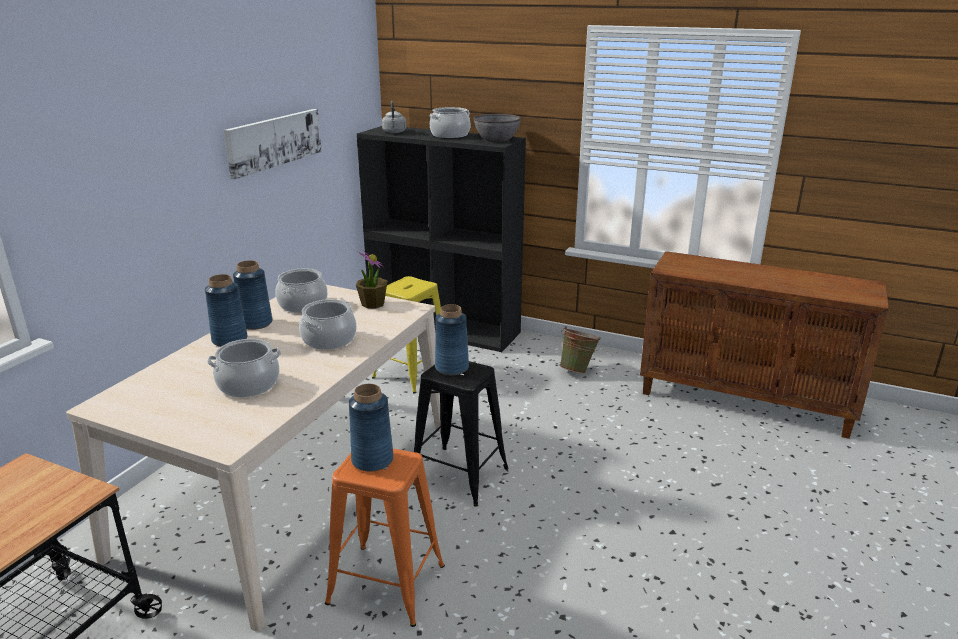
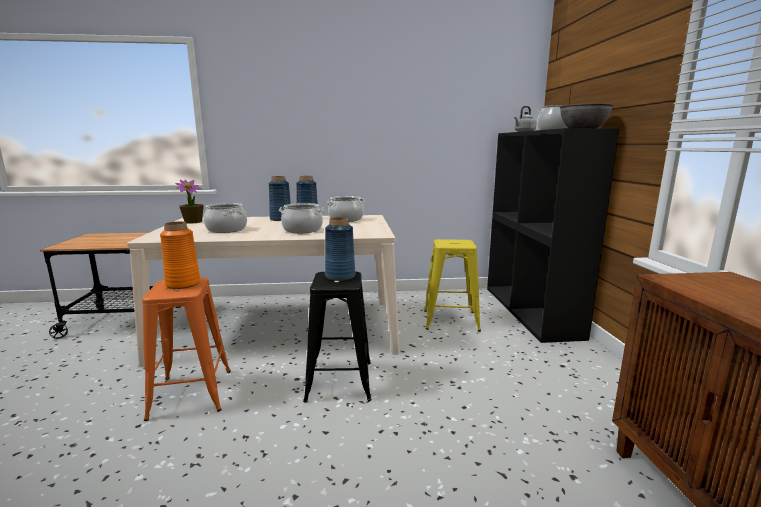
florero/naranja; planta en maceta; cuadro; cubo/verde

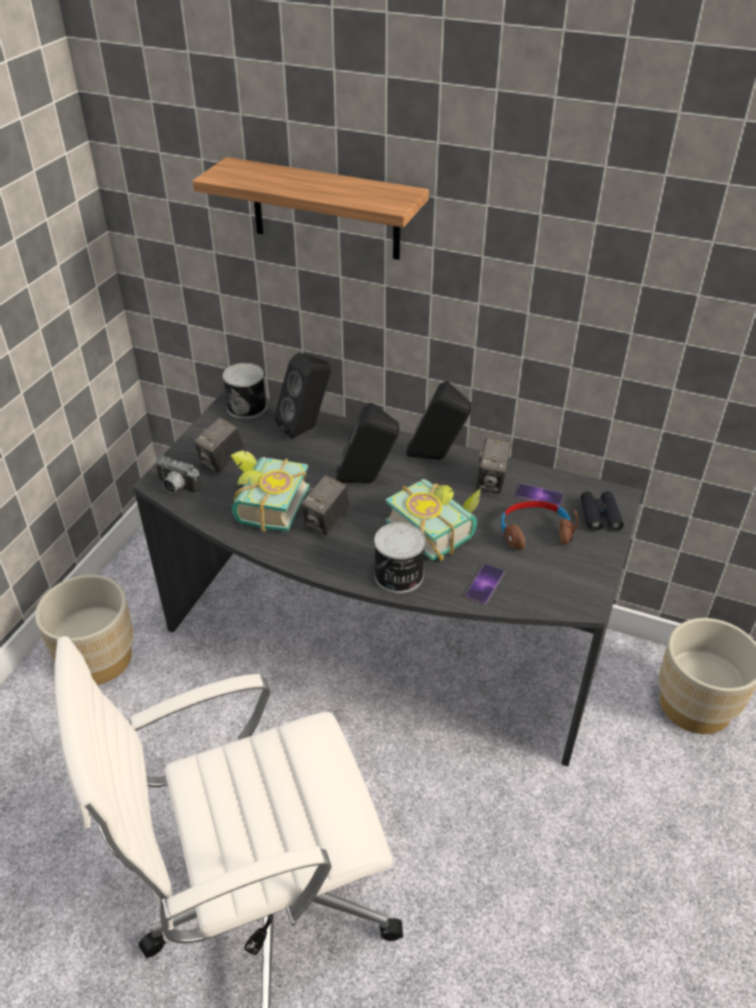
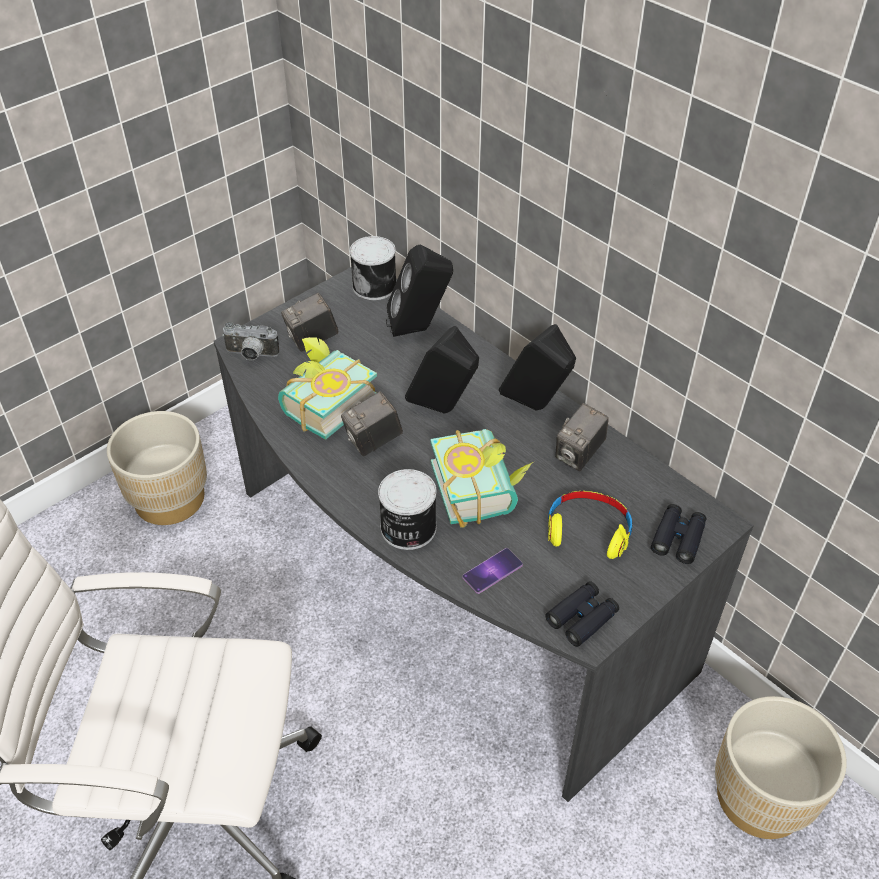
cámara (no. 1 from left); prismáticos/negro (no. 1 from left); auriculares/amarillo; estante; móvil (no. 2 from left in the first image)

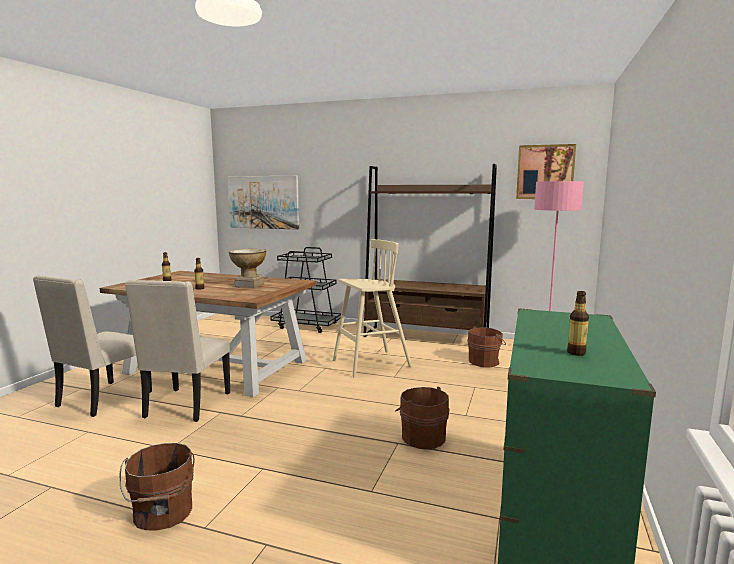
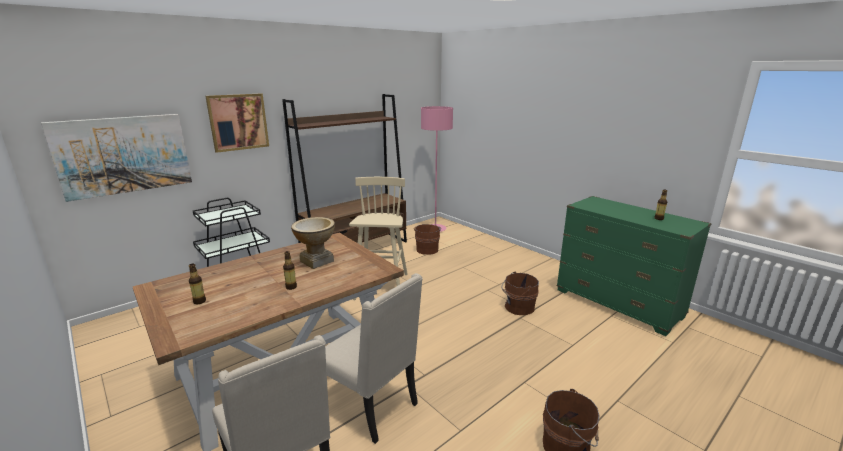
cuadro (no. 2 from left)

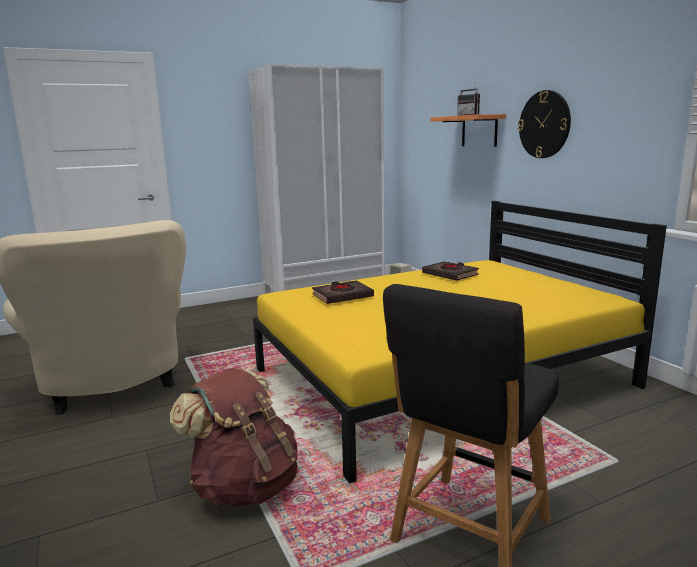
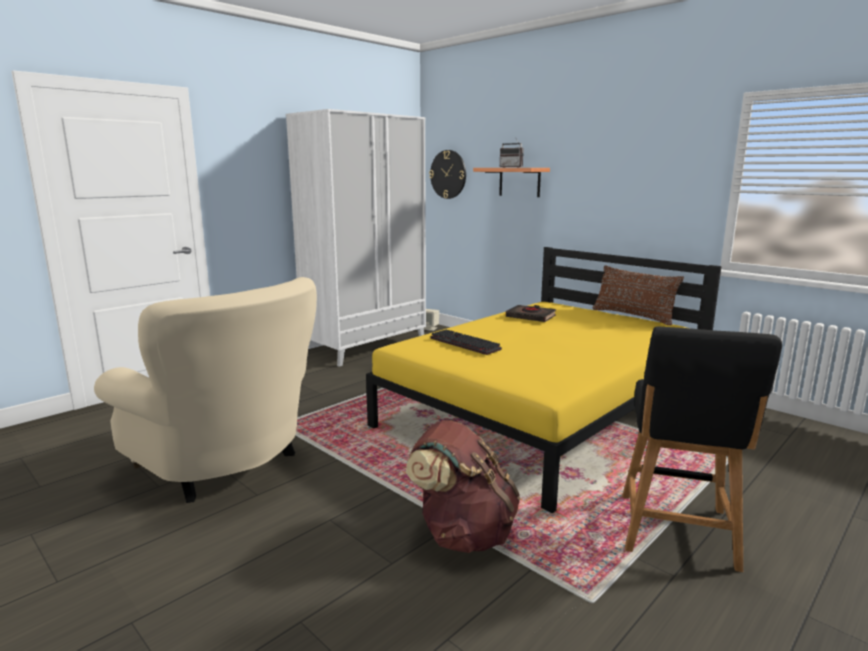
reloj de pared; teclado; cojín/marrón

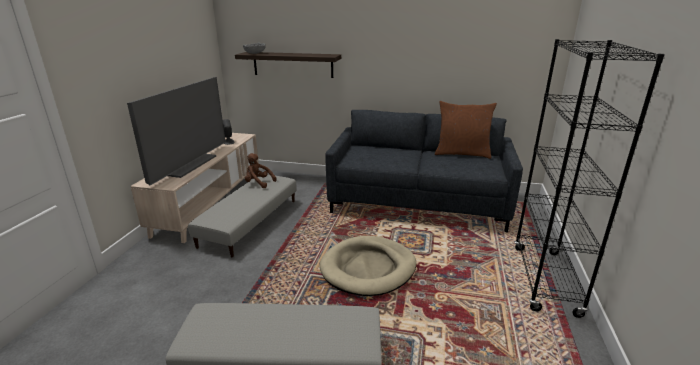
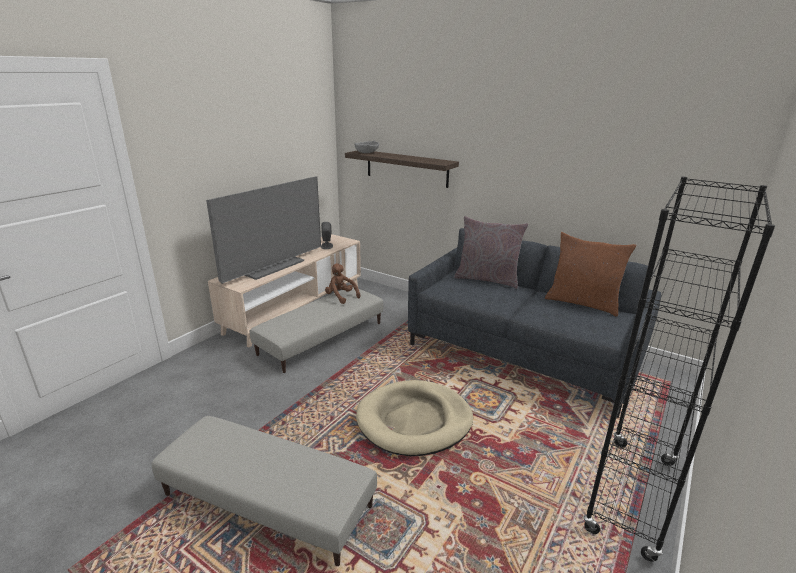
cojín/gris

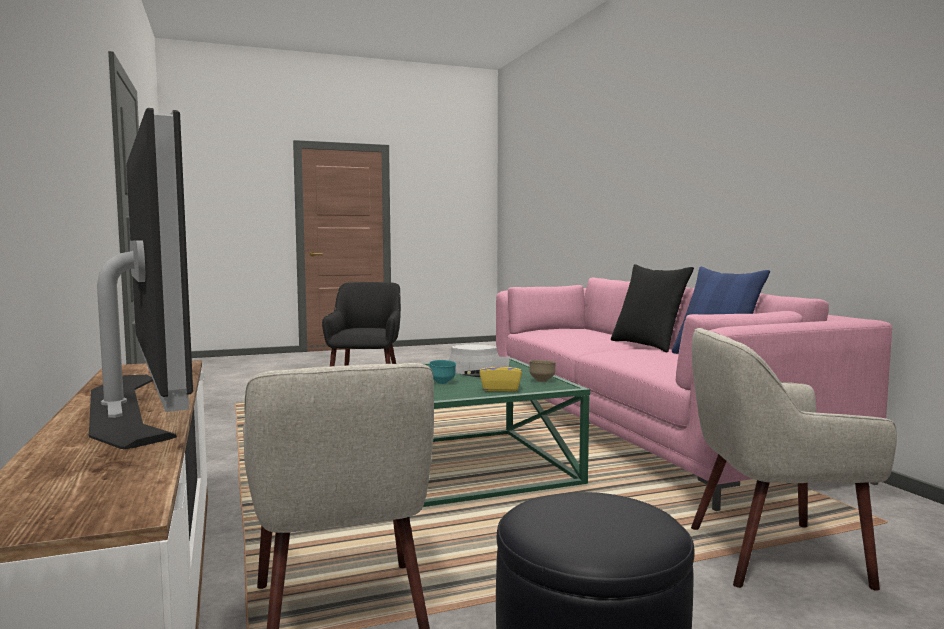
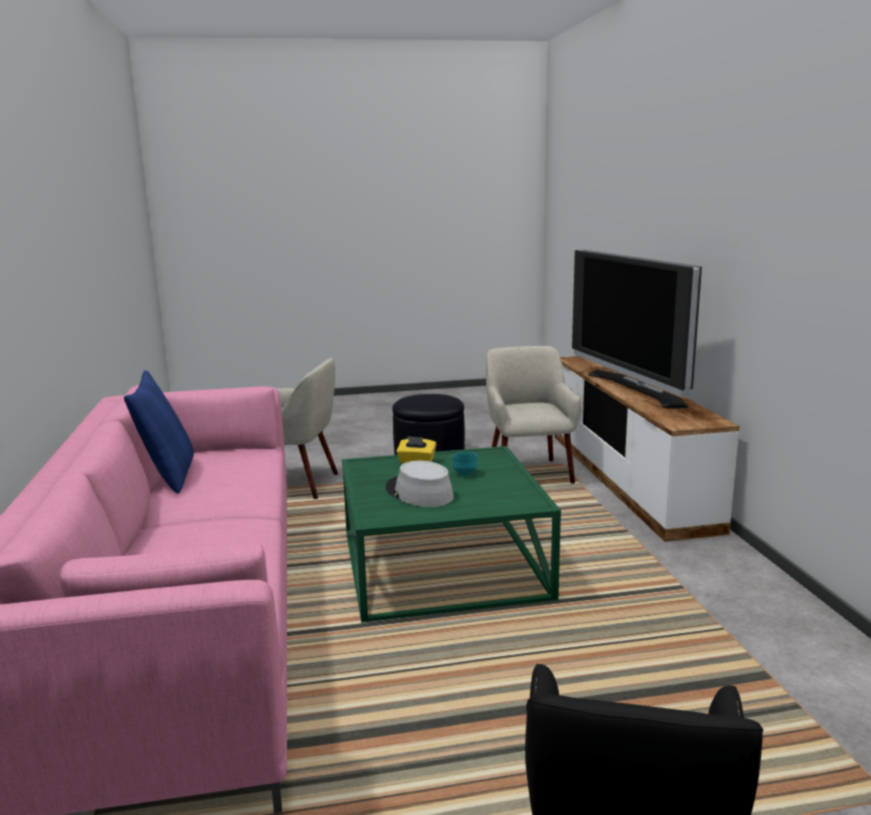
cuenco/marrón; cojín/negro

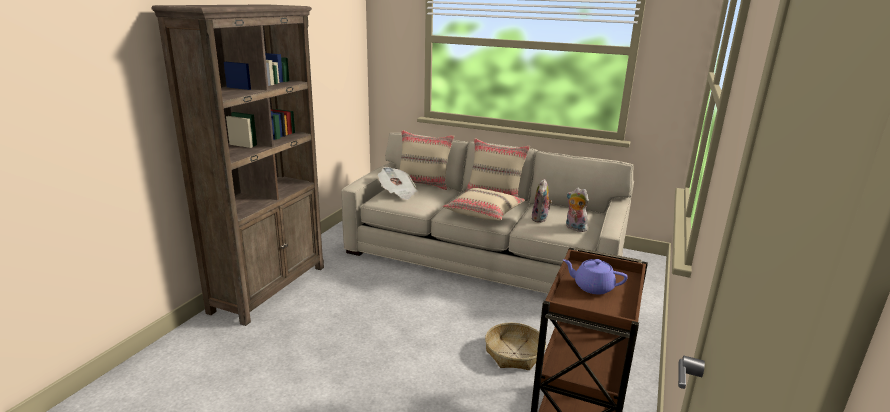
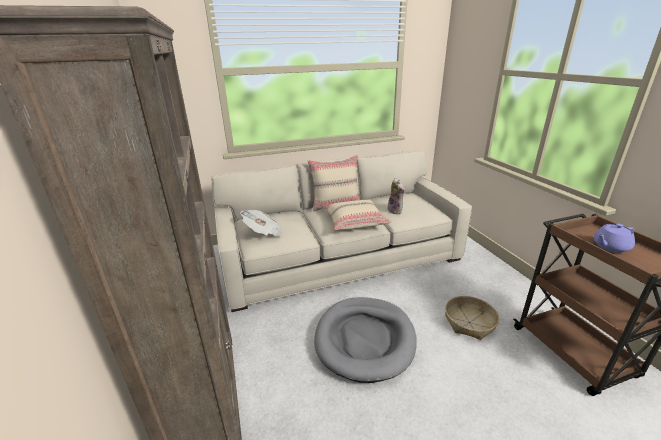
cama para perro/gris; cojín/beis (no. 1 from left in the first image); peluche (no. 2 from left in the first image)

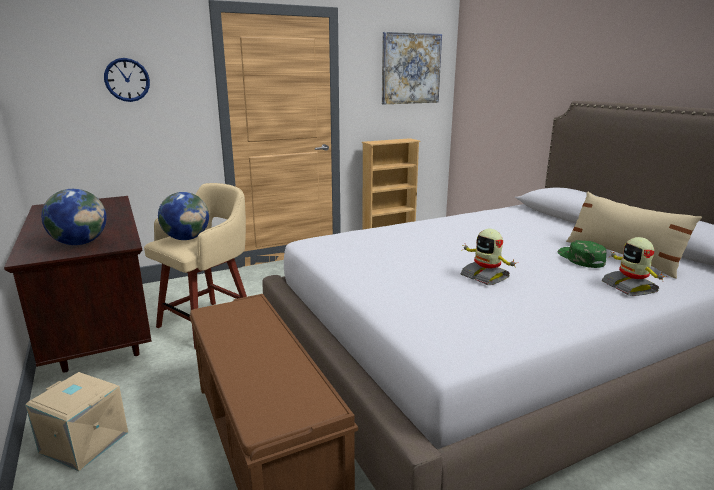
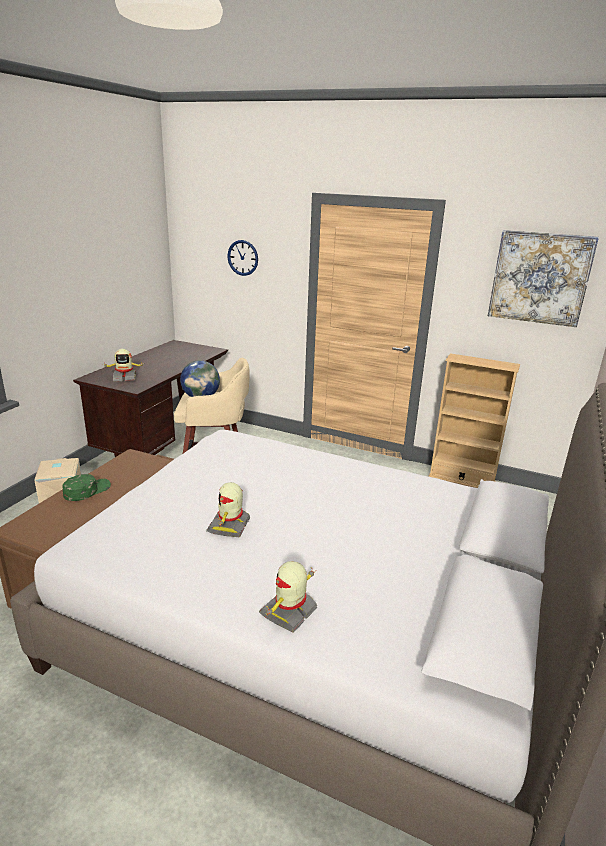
gorra/verde; robot de juguete (no. 1 from left); cojín/beis

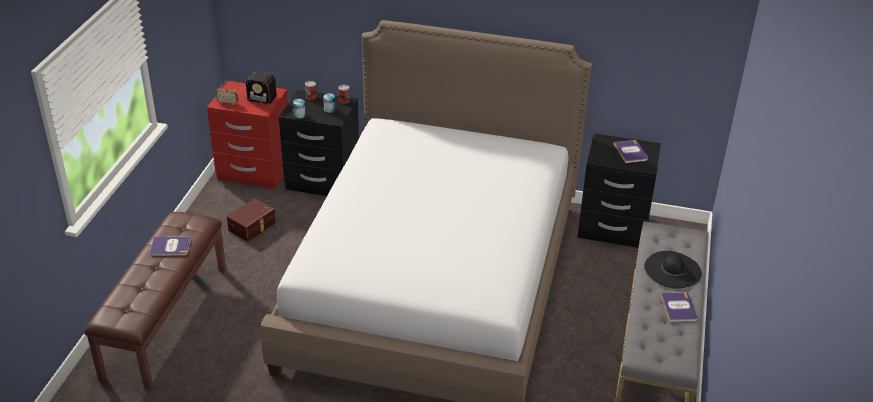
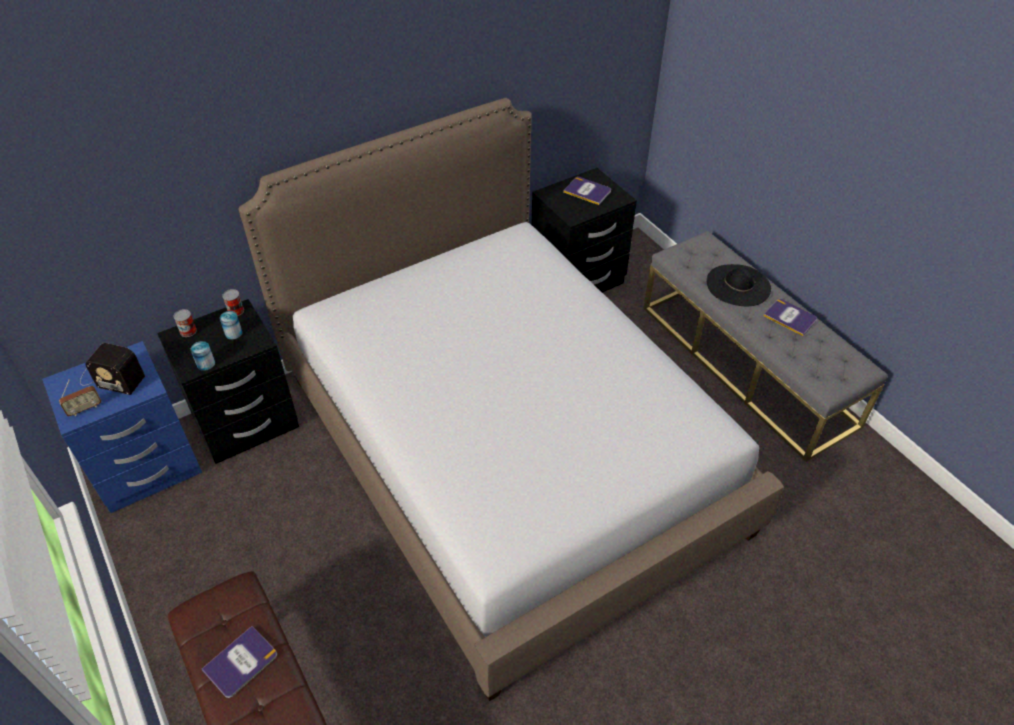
mesita de noche/azul; radio (no. 2 from left); caja de almacenaje/marrón

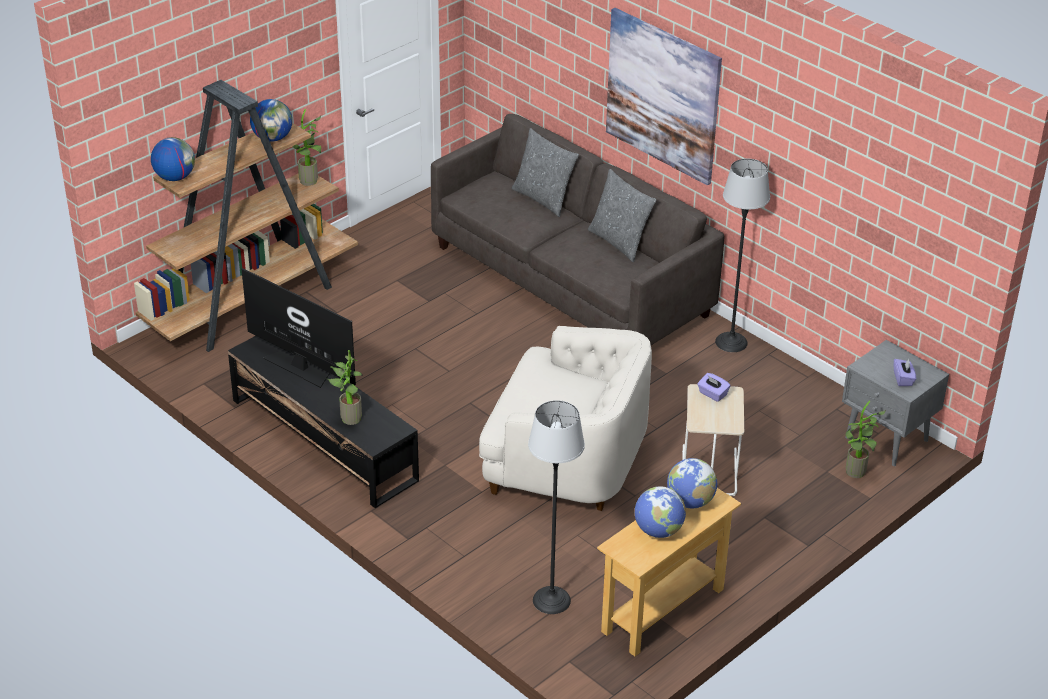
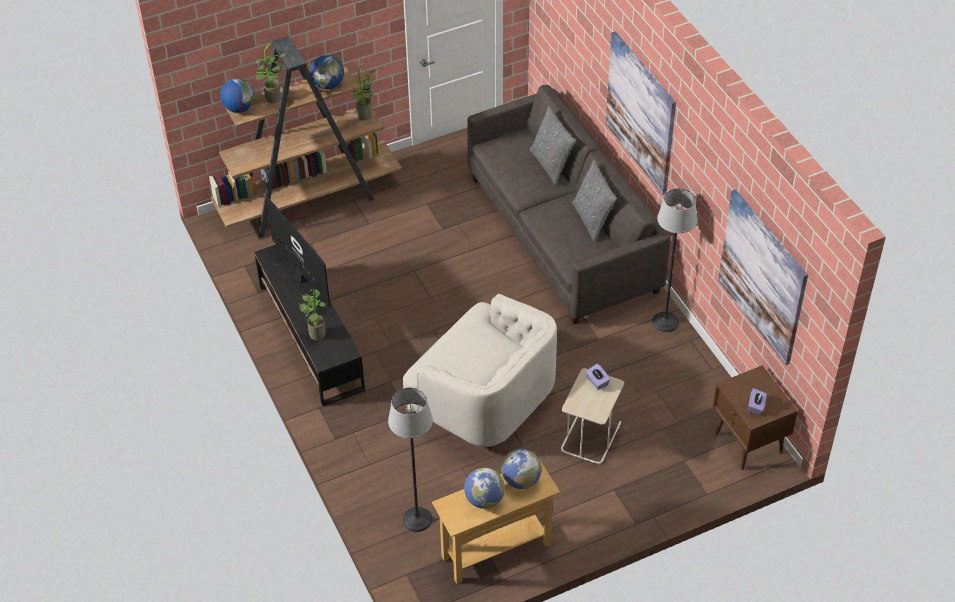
planta en maceta (no. 1 from left); mesita de noche/marrón; cuadro (no. 2 from left)

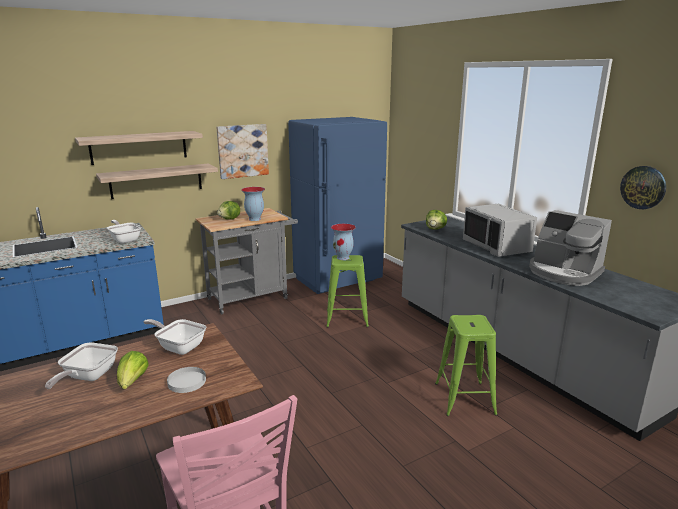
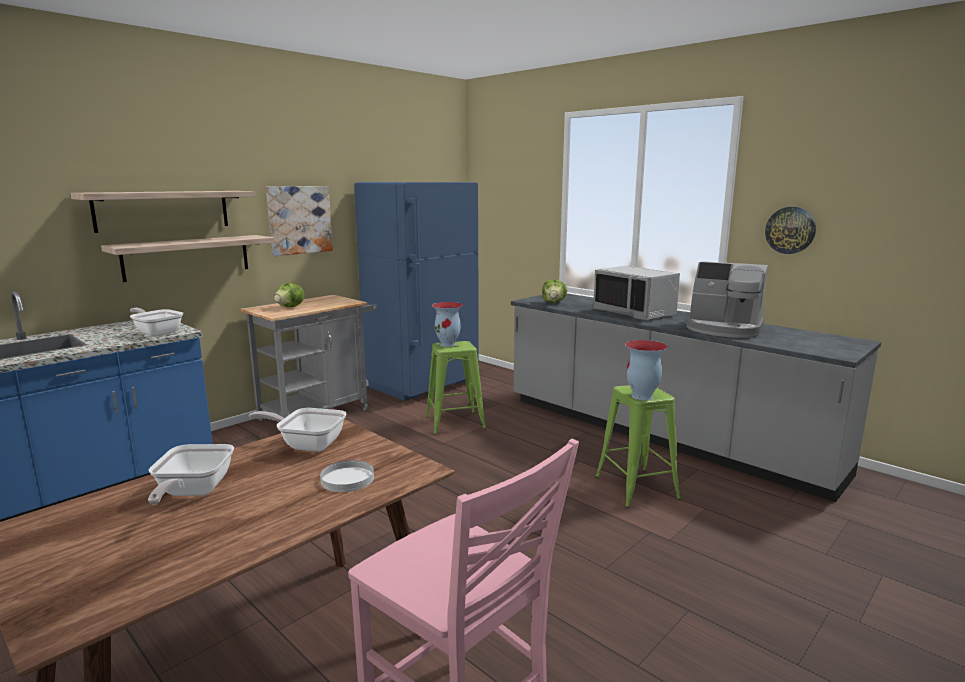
florero (no. 2 from left); lechuga (no. 1 from left in the first image)

